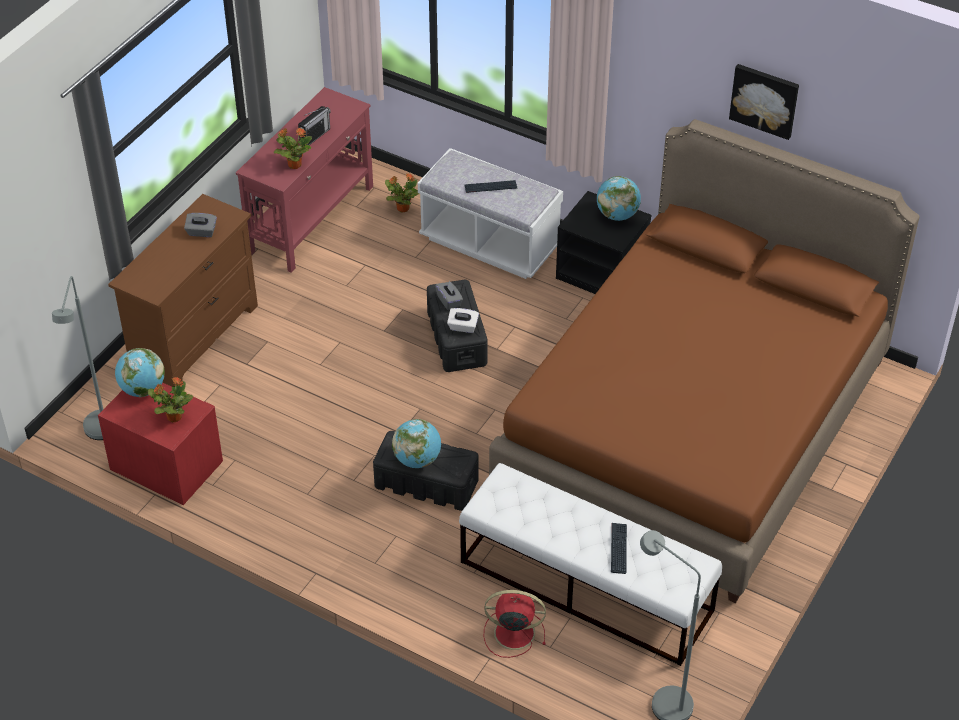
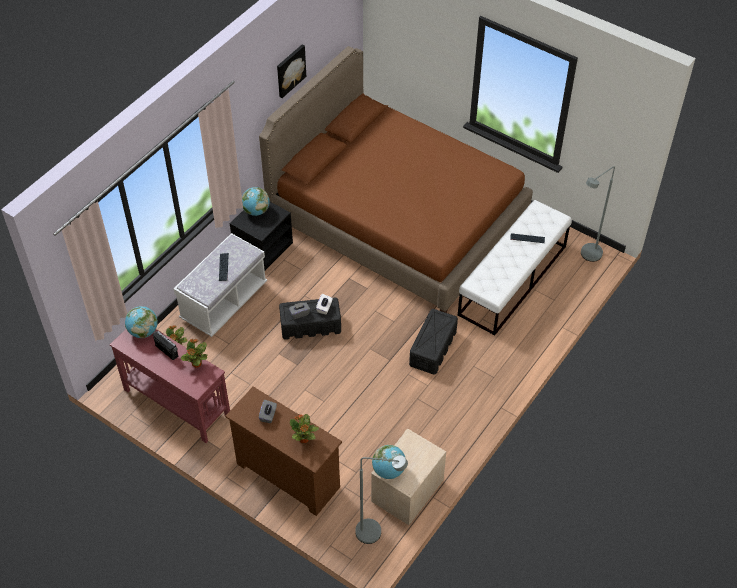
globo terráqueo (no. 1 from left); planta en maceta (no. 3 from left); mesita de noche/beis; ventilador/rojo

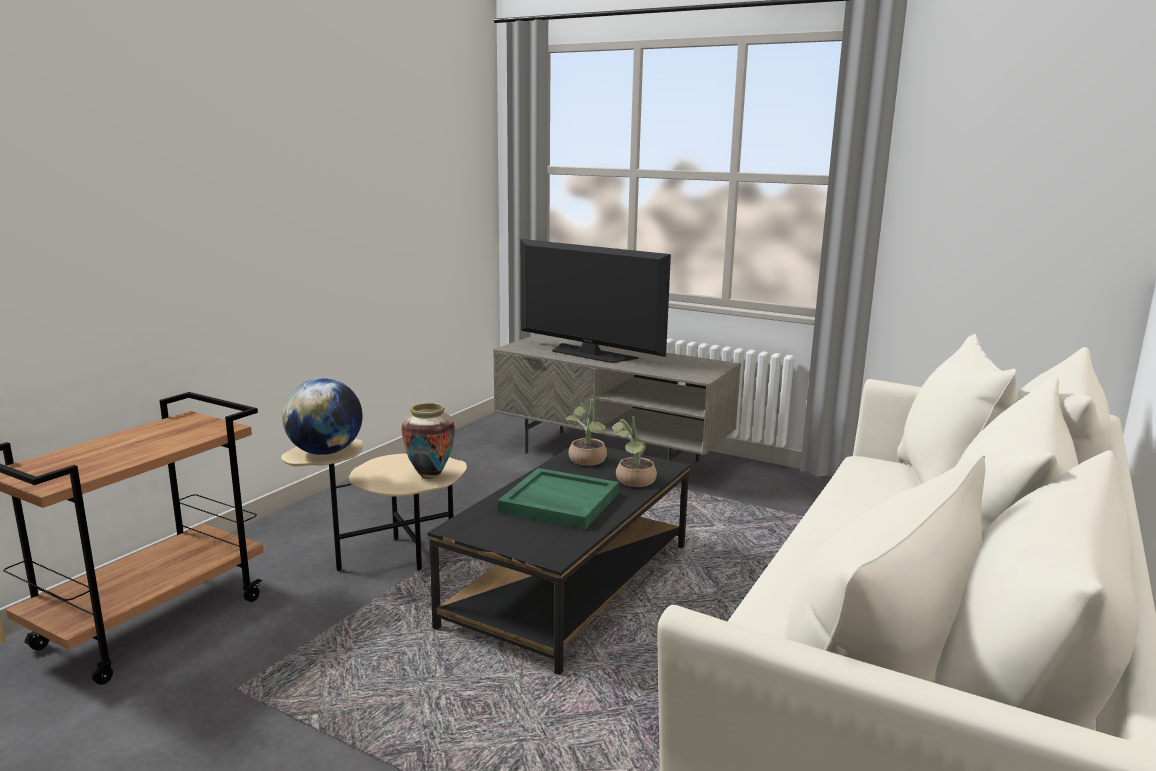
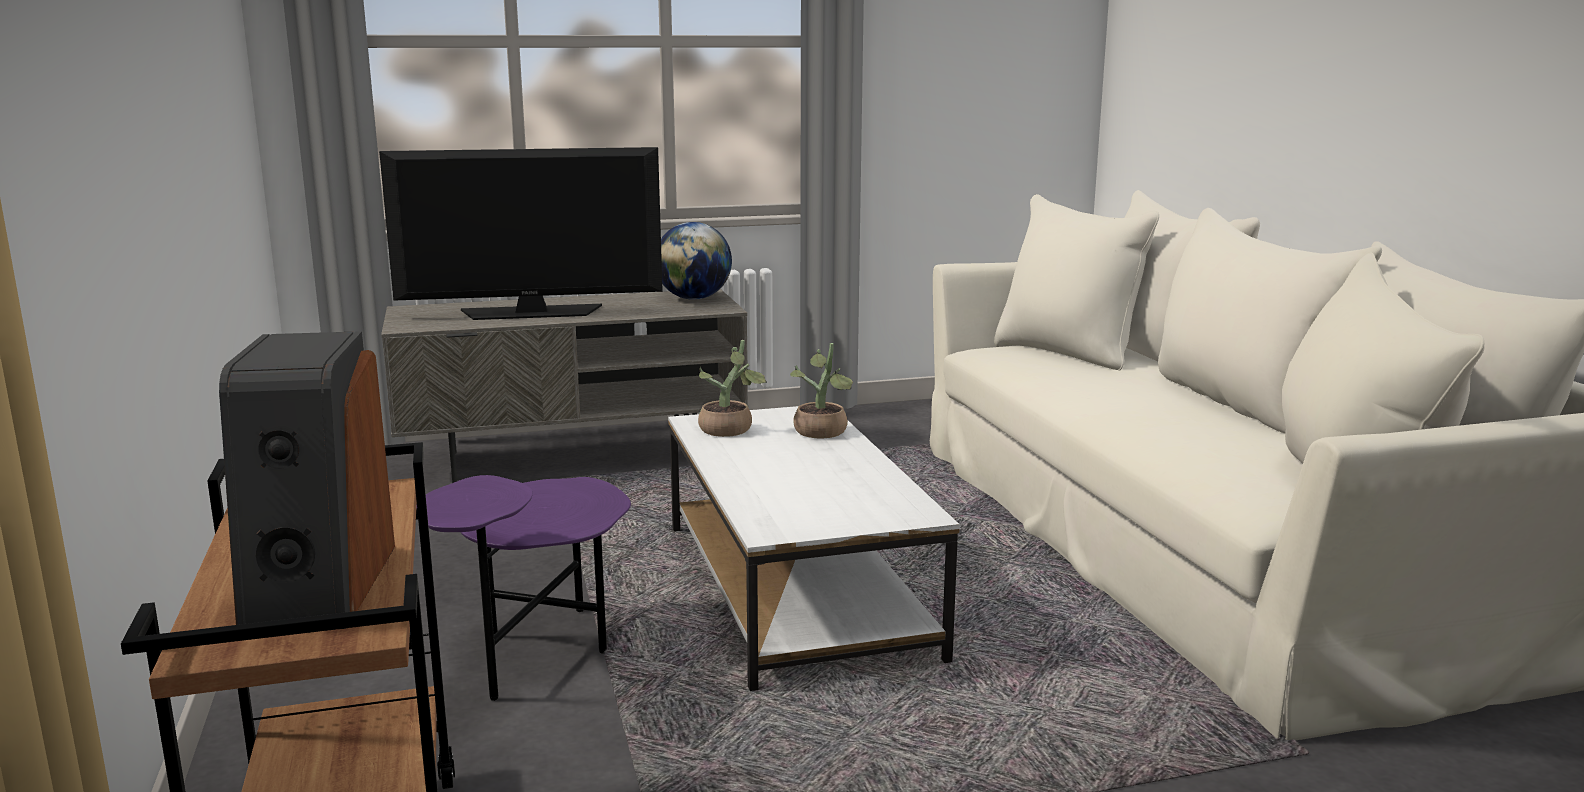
altavoz; mesa auxiliar/morado; globo terráqueo; mesa de centro/blanco; florero; bandeja/verde

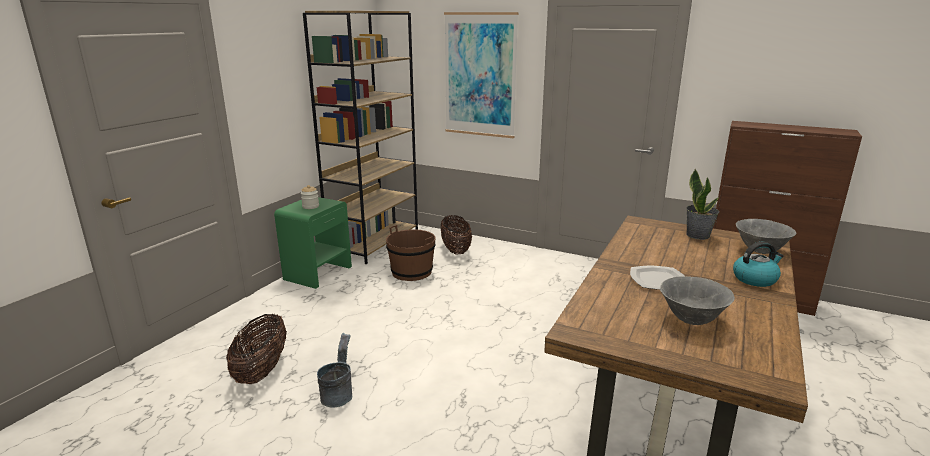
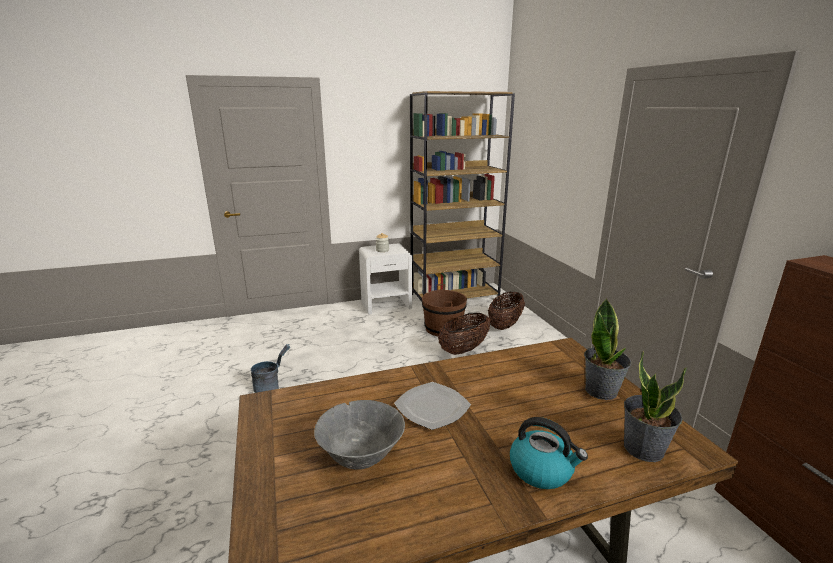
mesita de noche/blanco; cesta (no. 1 from left); planta en maceta (no. 2 from left); cuadro

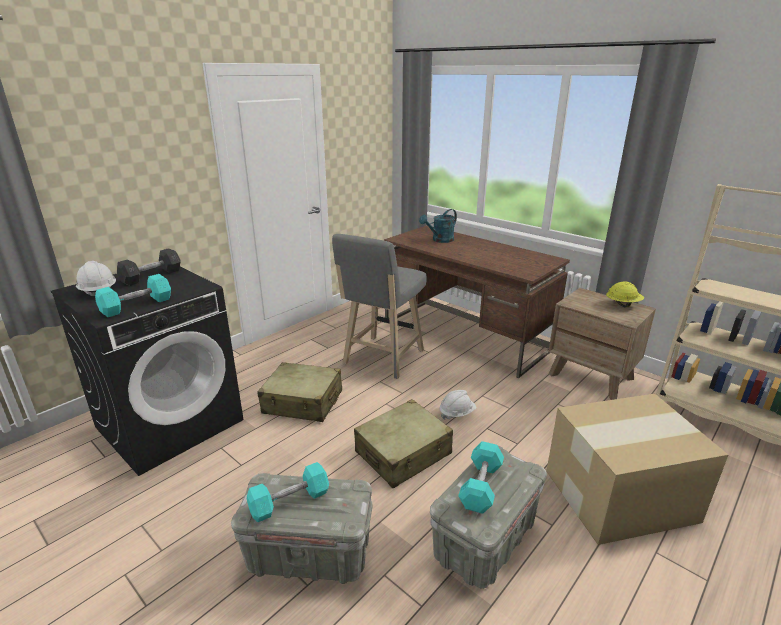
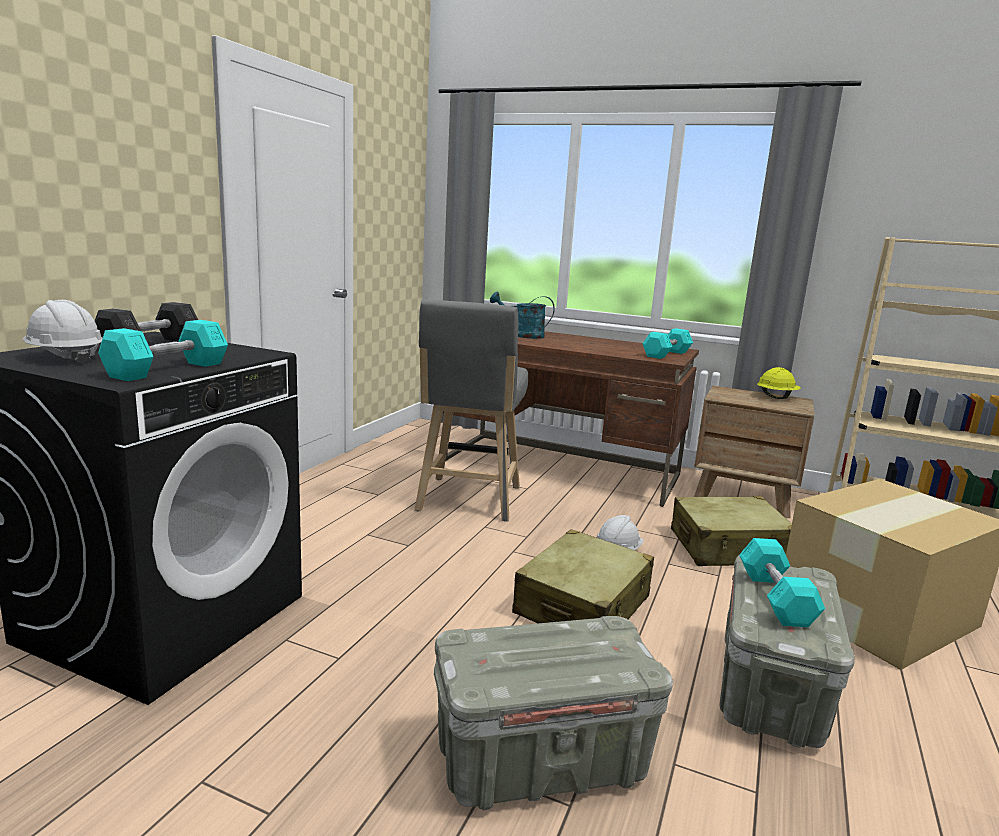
regadera/turquesa; mancuerna/turquesa (no. 2 from left); maleta/beis (no. 2 from left)

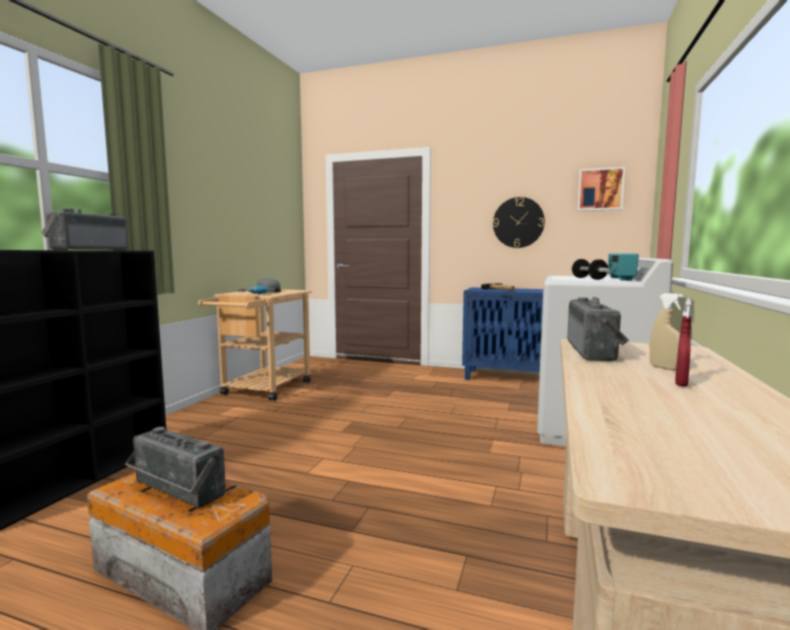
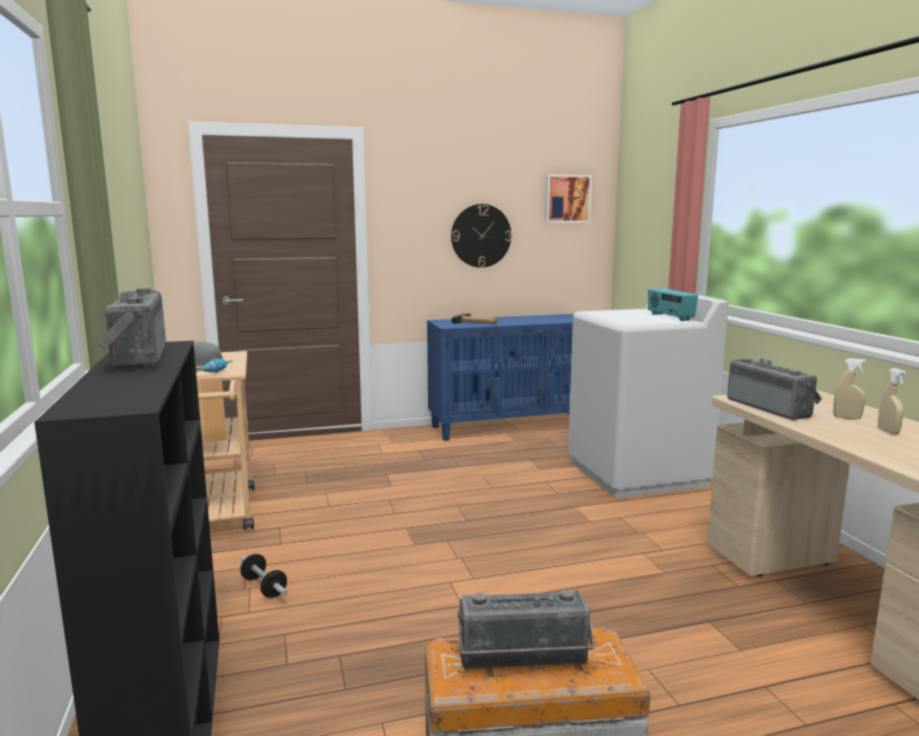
mancuerna; pulverizador/beis (no. 2 from left)

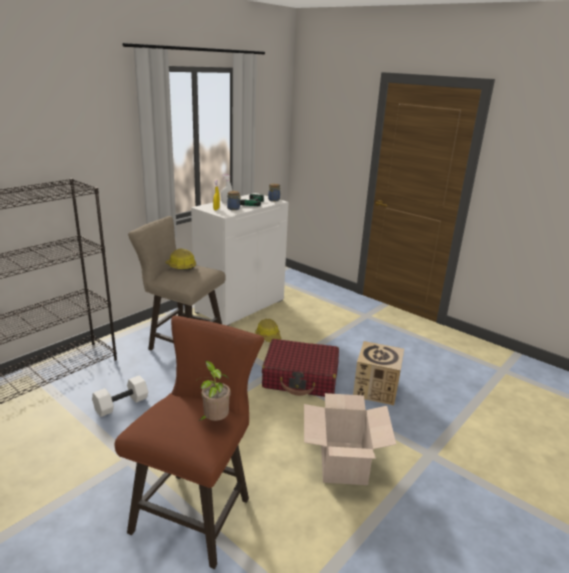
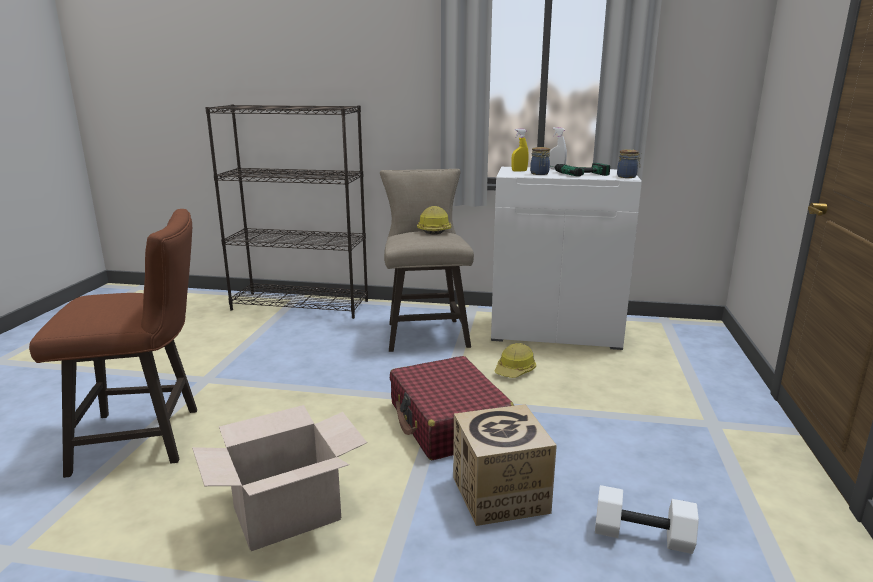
mancuerna/blanco; planta en maceta

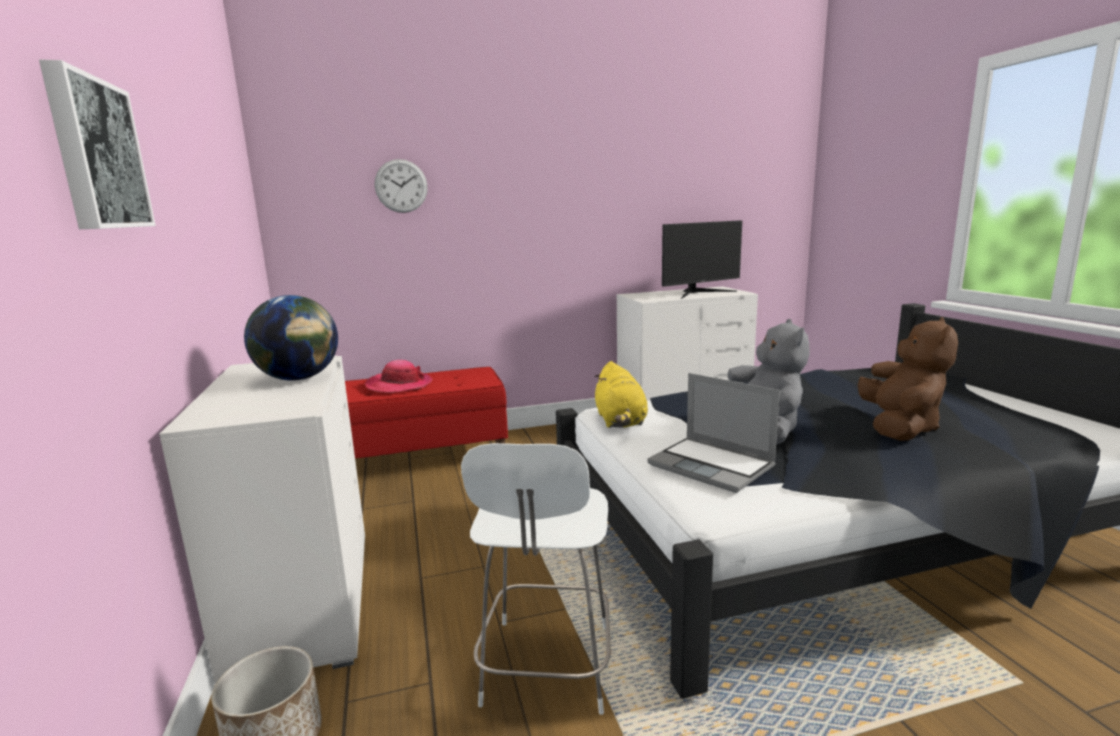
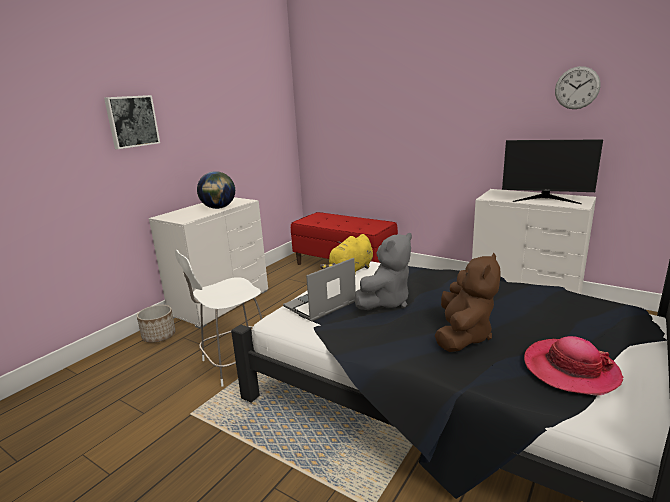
portátil; peluche/marrón; sombrero; reloj de pared

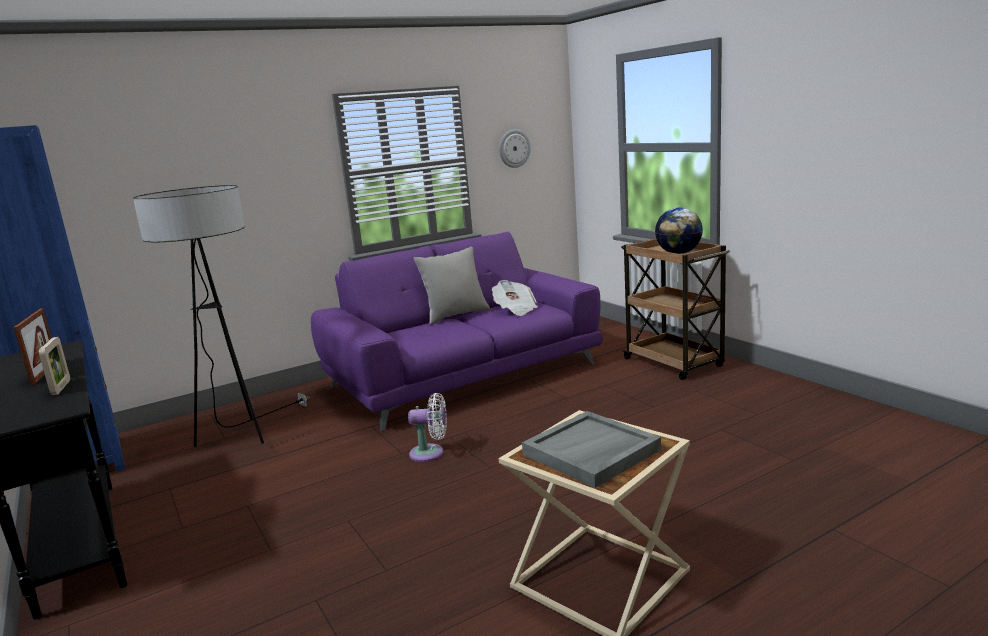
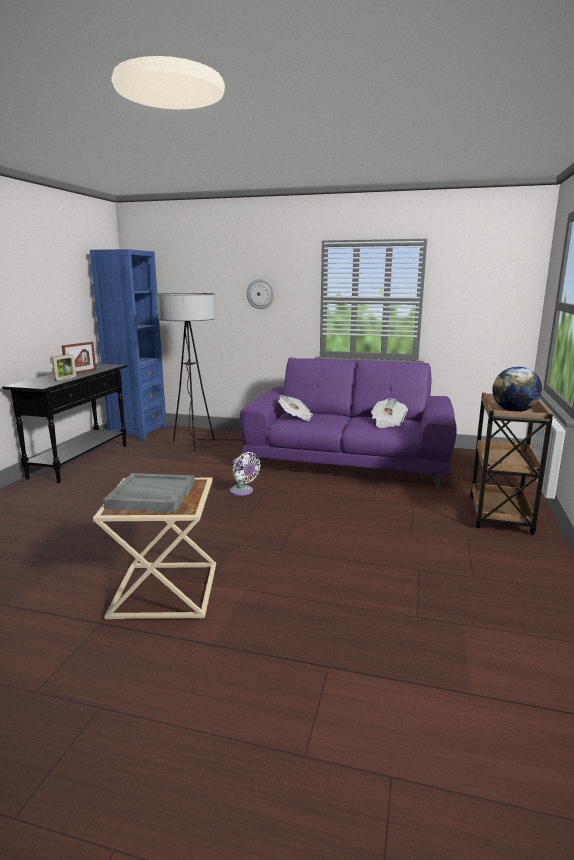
reloj de pared; periódico (no. 1 from left); cojín/gris

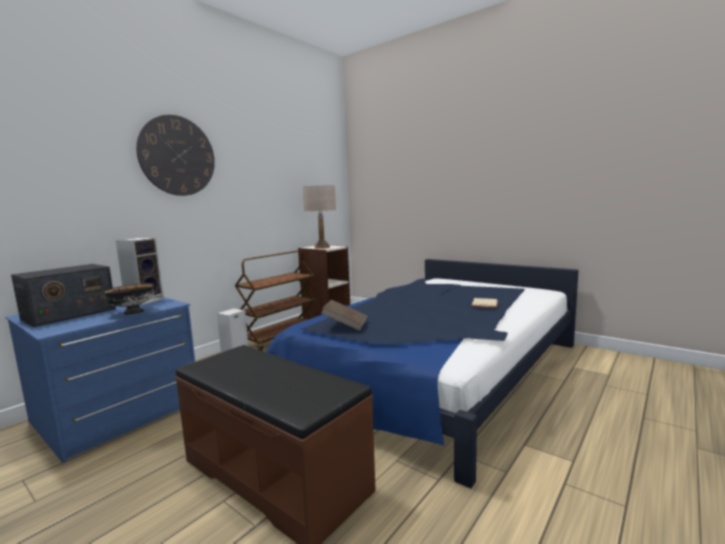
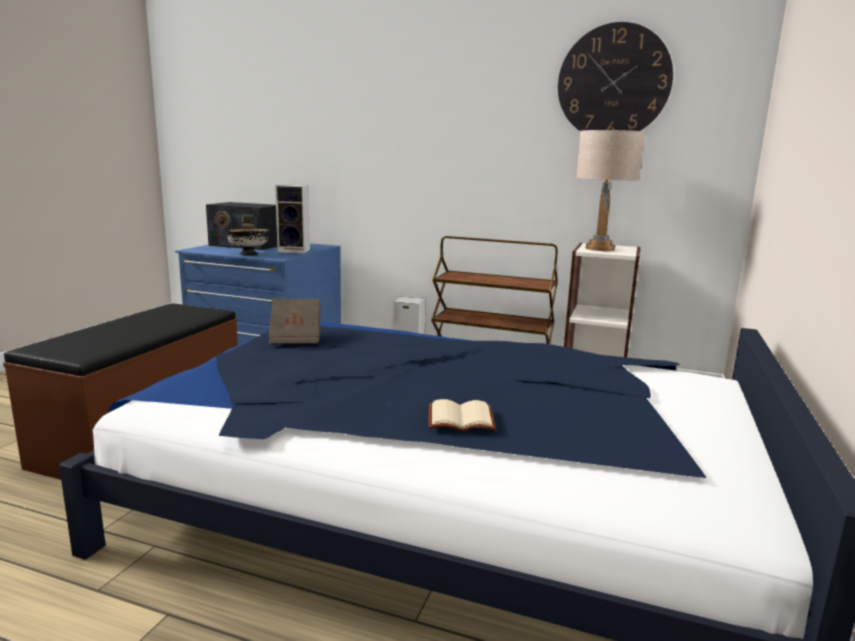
reloj de pared

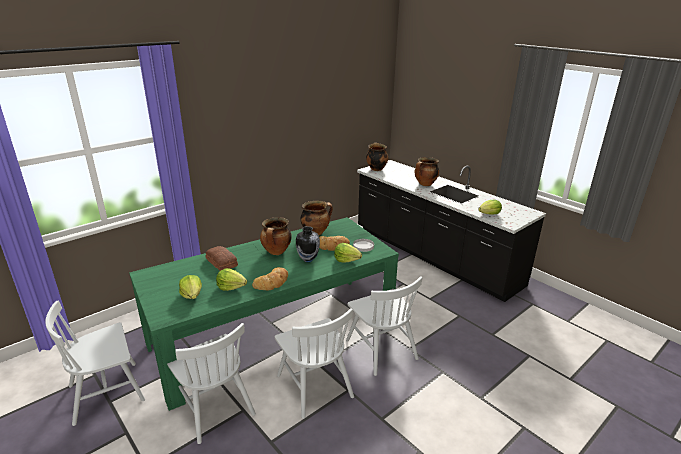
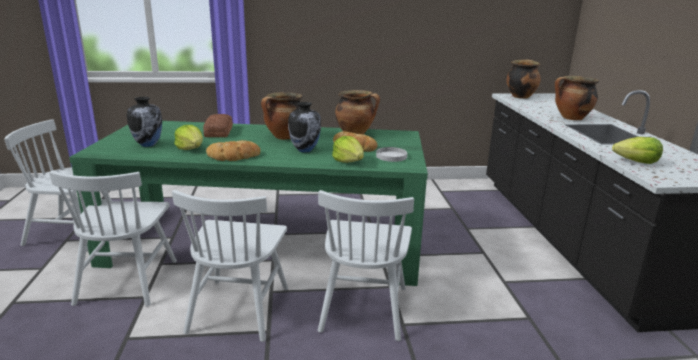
florero (no. 1 from left)

